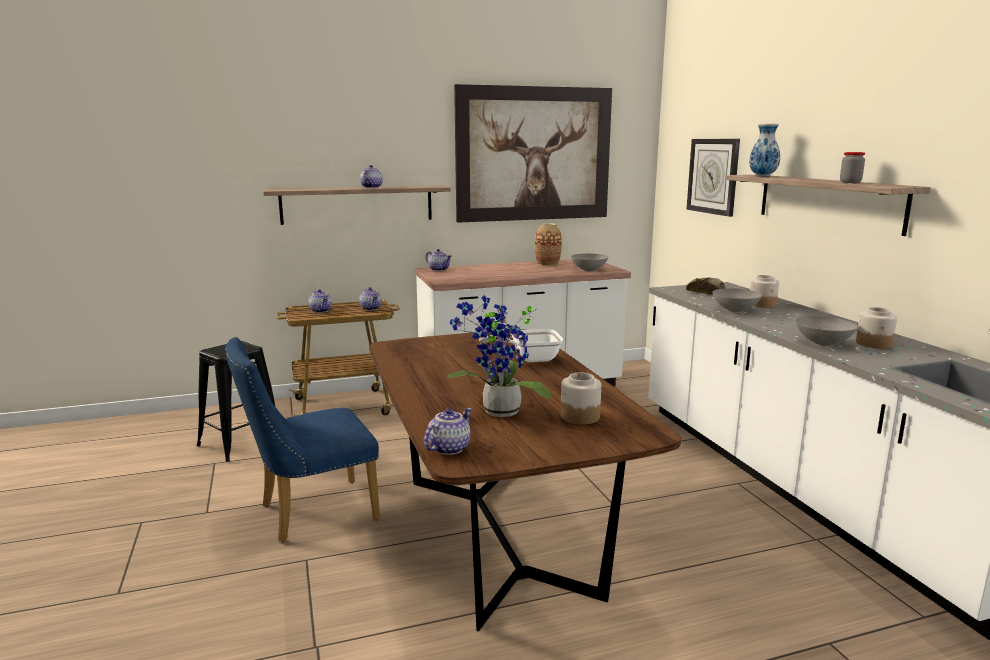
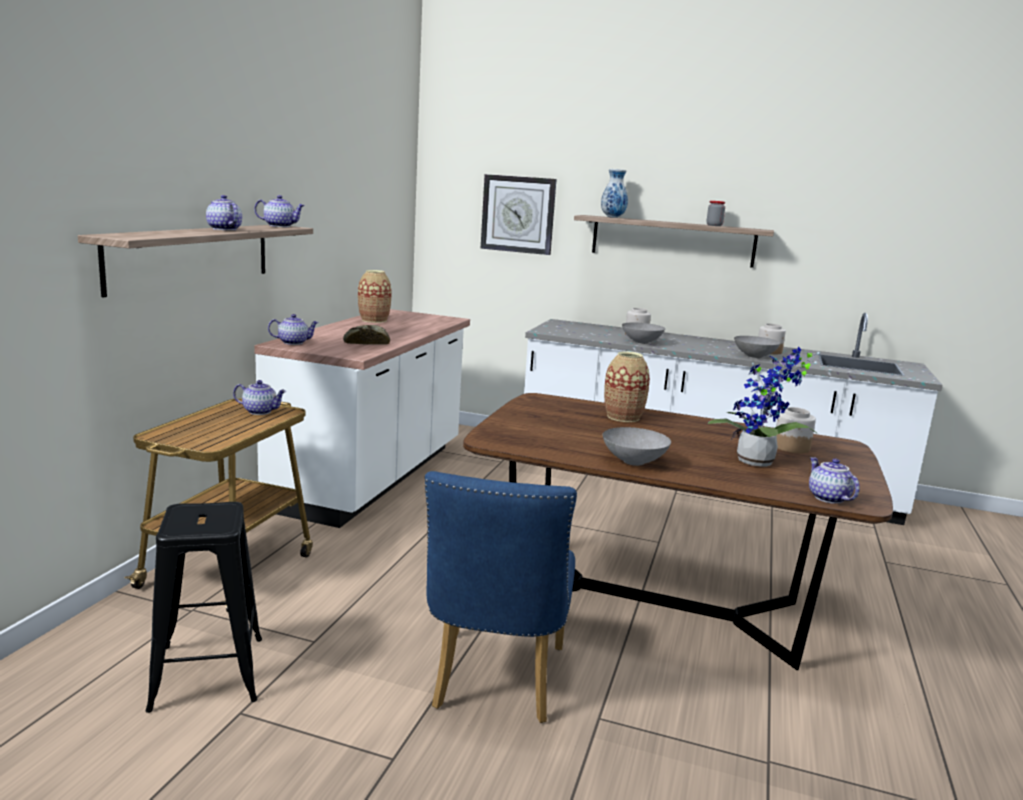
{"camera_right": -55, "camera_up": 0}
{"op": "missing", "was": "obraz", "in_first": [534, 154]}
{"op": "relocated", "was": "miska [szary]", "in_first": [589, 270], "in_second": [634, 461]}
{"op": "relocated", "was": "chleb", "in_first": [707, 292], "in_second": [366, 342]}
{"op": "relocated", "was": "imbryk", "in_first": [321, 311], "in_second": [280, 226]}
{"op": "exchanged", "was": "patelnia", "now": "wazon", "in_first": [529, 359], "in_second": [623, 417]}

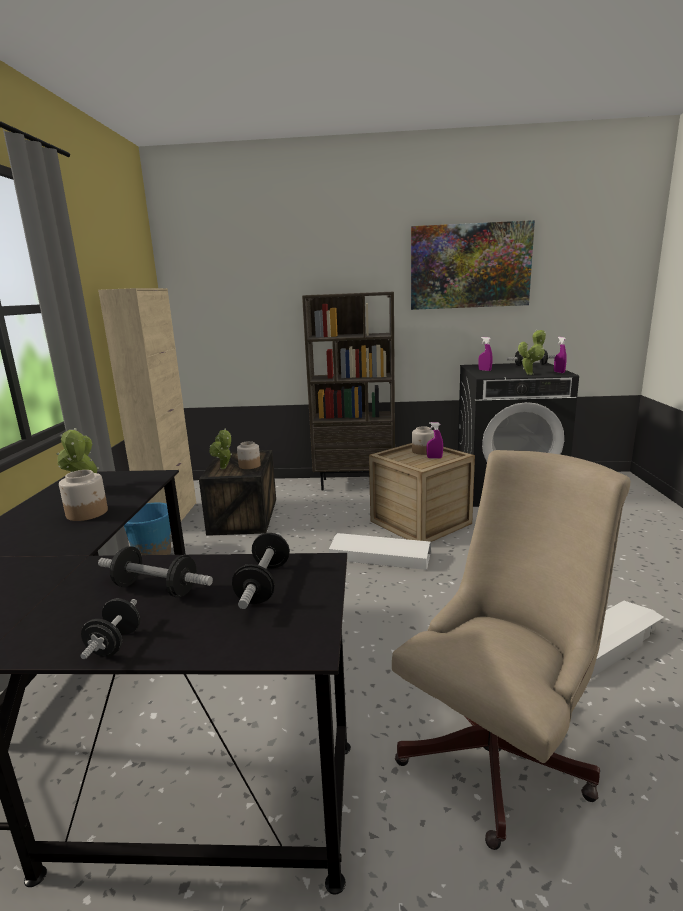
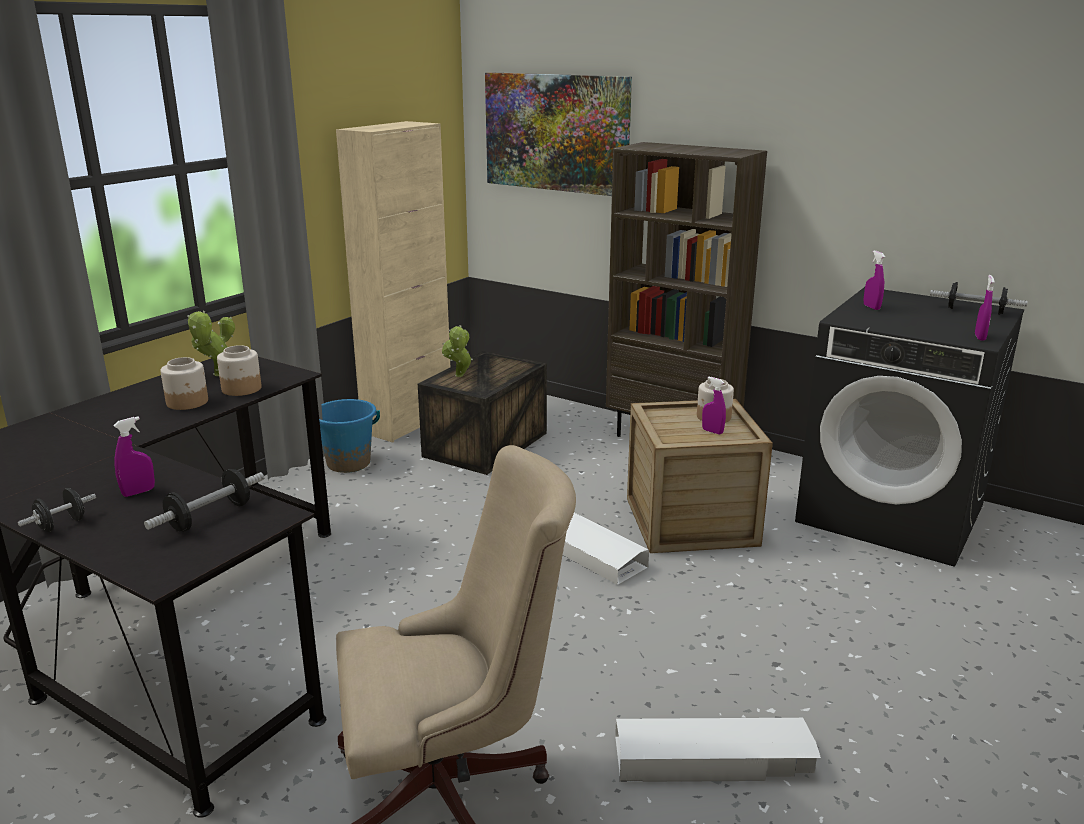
{"camera_right": 30, "camera_up": 5}
{"op": "relocated", "was": "obraz", "in_first": [470, 266], "in_second": [556, 133]}
{"op": "missing", "was": "roślina doniczkowa", "in_first": [530, 373]}
{"op": "relocated", "was": "słoik", "in_first": [249, 466], "in_second": [241, 389]}
{"op": "exchanged", "was": "hantel", "now": "spryskiwacz [fioletowy]", "in_first": [156, 588], "in_second": [138, 492]}

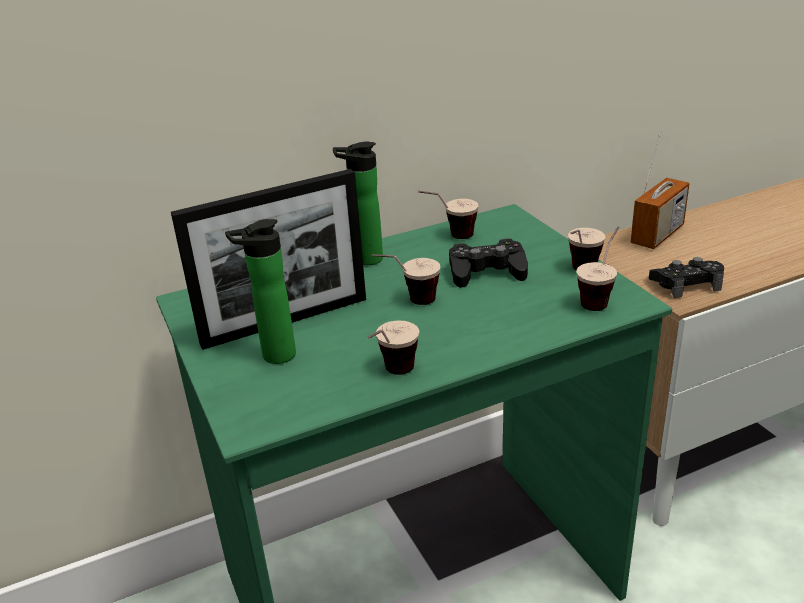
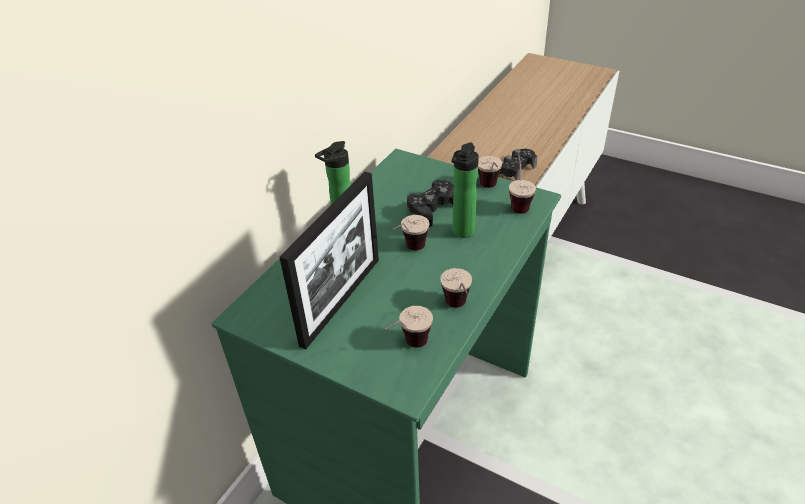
{"camera_right": -35, "camera_up": 10}
{"op": "missing", "was": "radio", "in_first": [657, 235]}
{"op": "relocated", "was": "filiżanka", "in_first": [449, 237], "in_second": [408, 348]}
{"op": "relocated", "was": "butelka", "in_first": [274, 356], "in_second": [462, 233]}

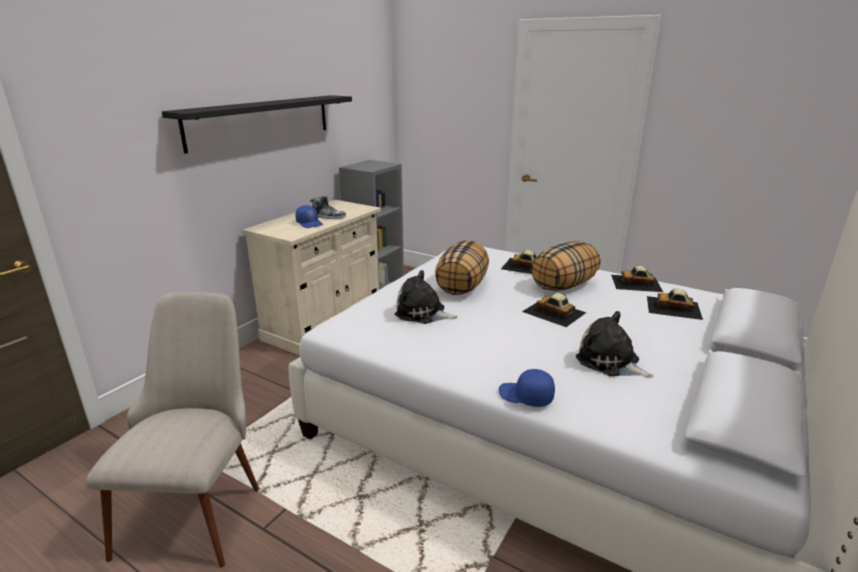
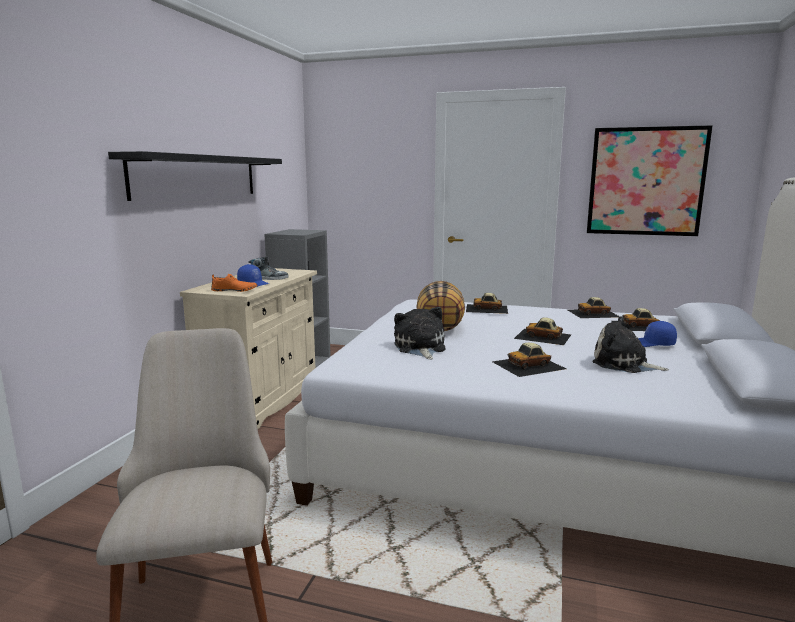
{"camera_right": -15, "camera_up": -10}
{"op": "missing", "was": "poduszka", "in_first": [564, 286]}
{"op": "spun", "was": "pluszak", "in_first": [423, 313], "in_second": [420, 348], "clockwise": 75}
{"op": "relocated", "was": "czapka z daszkiem [niebieski]", "in_first": [525, 396], "in_second": [652, 344]}
{"op": "appeared", "now": "obraz", "in_second": [645, 181]}
{"op": "appeared", "now": "but [pomarańczowy]", "in_second": [234, 290]}
{"op": "appeared", "now": "samochodzik", "in_second": [529, 365]}

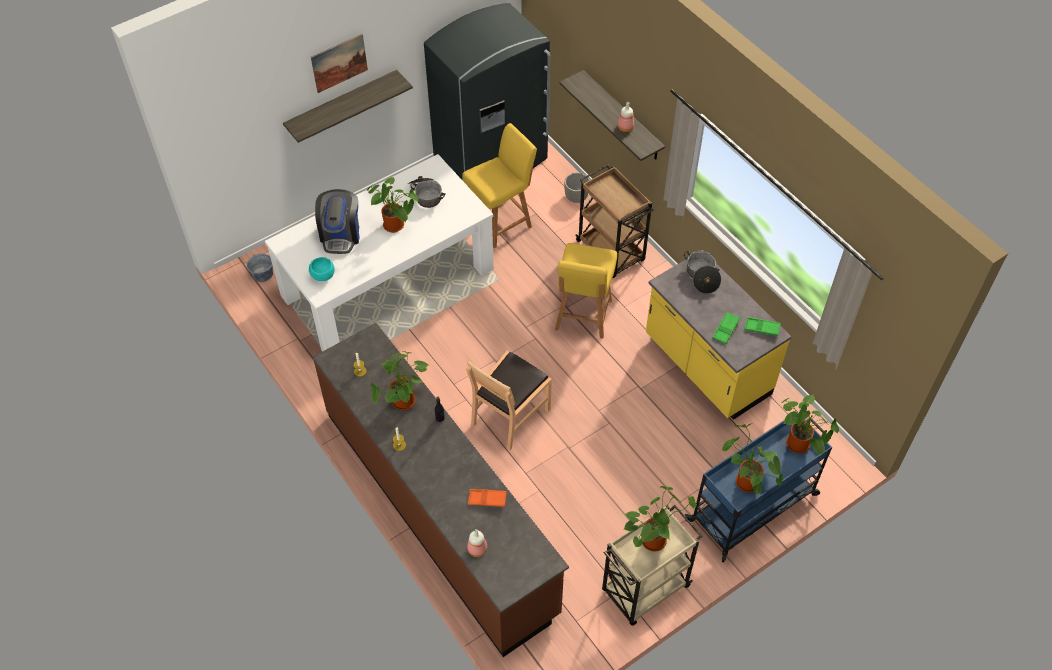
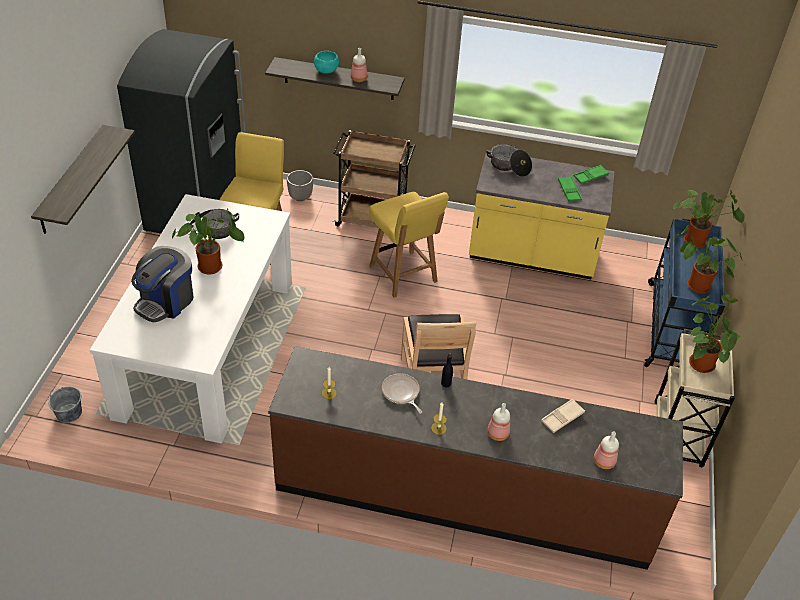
{"camera_right": -45, "camera_up": -10}
{"op": "missing", "was": "obraz", "in_first": [339, 63]}
{"op": "spun", "was": "ekspres do kawy", "in_first": [341, 234], "in_second": [166, 301], "clockwise": 75}
{"op": "relocated", "was": "miska [turkusowy]", "in_first": [323, 276], "in_second": [326, 71]}
{"op": "exchanged", "was": "roślina doniczkowa", "now": "patelnia", "in_first": [404, 404], "in_second": [401, 393]}
{"op": "colour", "was": "taca [pomarańczowy]", "now": "taca [beżowy]", "in_first": [487, 499], "in_second": [562, 418]}
{"op": "appeared", "now": "butelka", "in_second": [497, 434]}

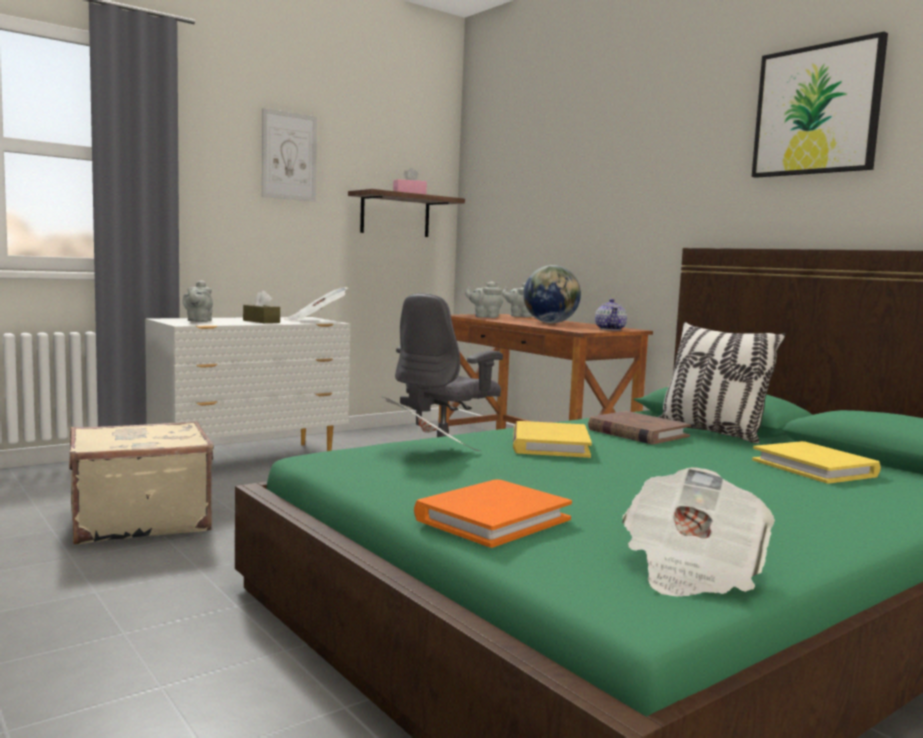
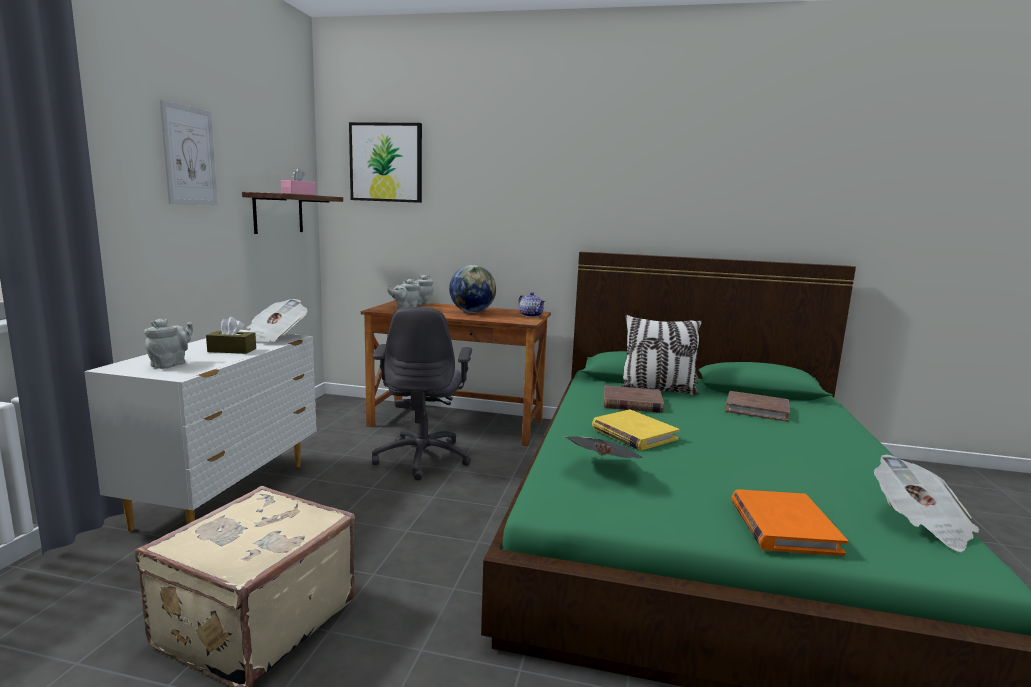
{"camera_right": -40, "camera_up": 5}
{"op": "relocated", "was": "obraz", "in_first": [817, 110], "in_second": [386, 162]}
{"op": "spun", "was": "imbryk [szary]", "in_first": [198, 321], "in_second": [171, 364], "clockwise": -120}
{"op": "colour", "was": "książka [żółty]", "now": "książka [brązowy]", "in_first": [814, 468], "in_second": [756, 409]}

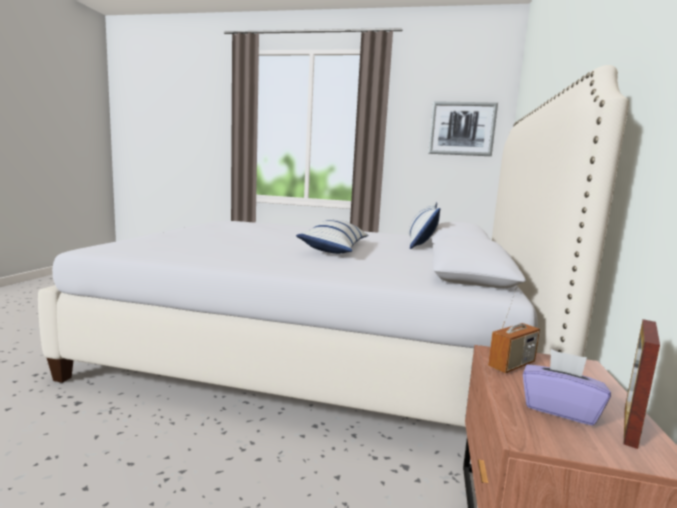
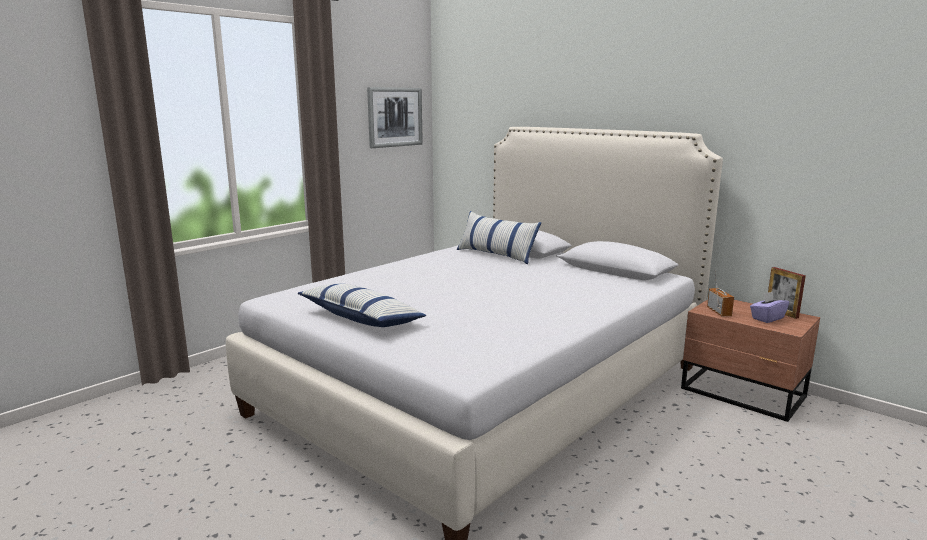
{"camera_right": -60, "camera_up": 5}
{"op": "relocated", "was": "poduszka", "in_first": [335, 248], "in_second": [361, 318]}

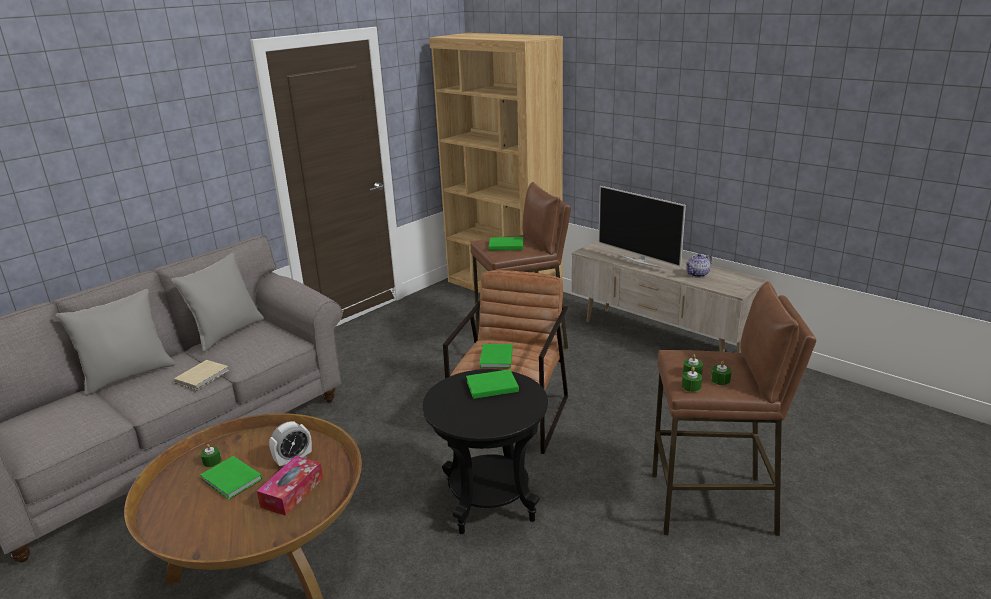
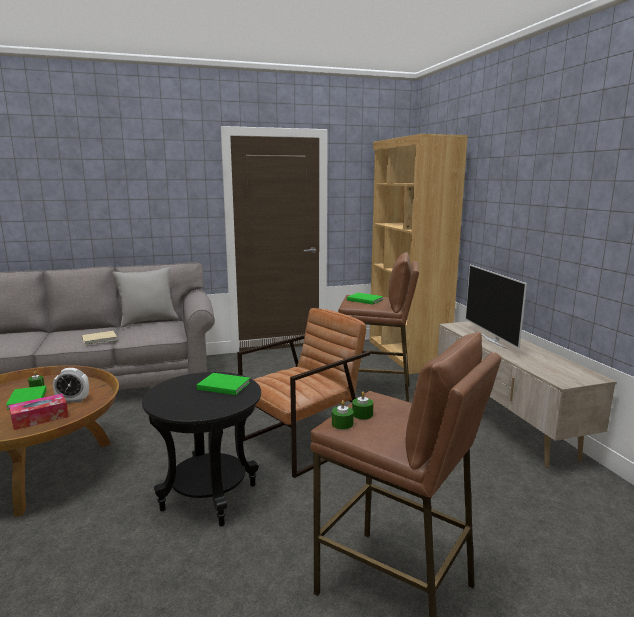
{"camera_right": 30, "camera_up": -10}
{"op": "missing", "was": "imbryk", "in_first": [698, 274]}
{"op": "missing", "was": "poduszka [szary]", "in_first": [128, 376]}
{"op": "missing", "was": "książka [zielony]", "in_first": [495, 358]}
{"op": "missing", "was": "świeca [zielony]", "in_first": [720, 380]}

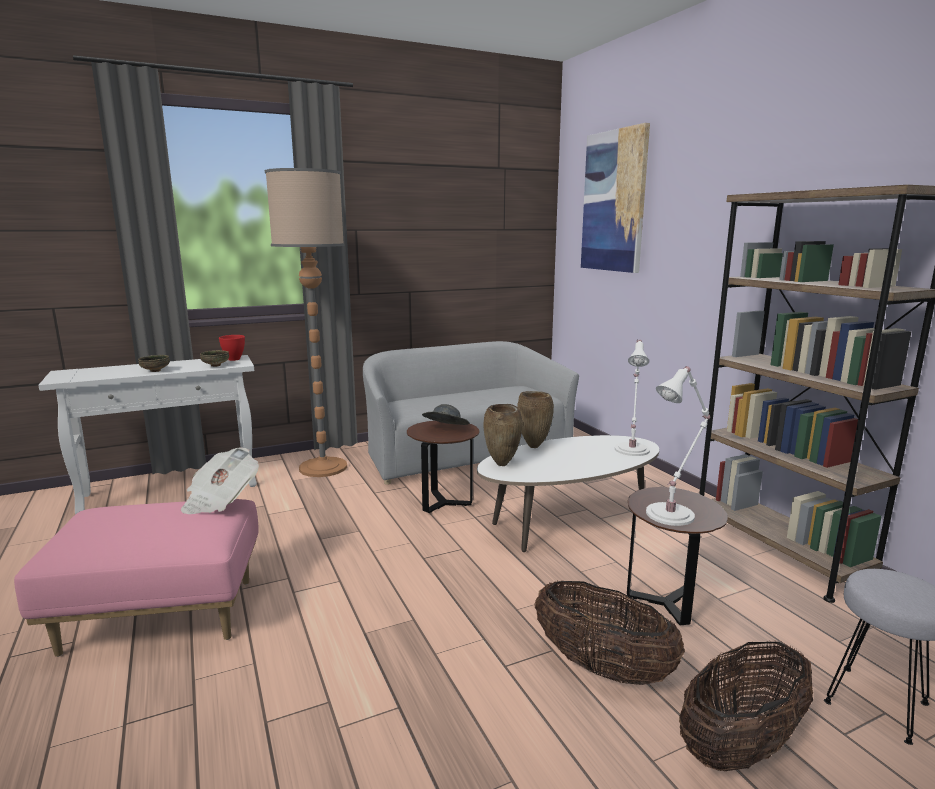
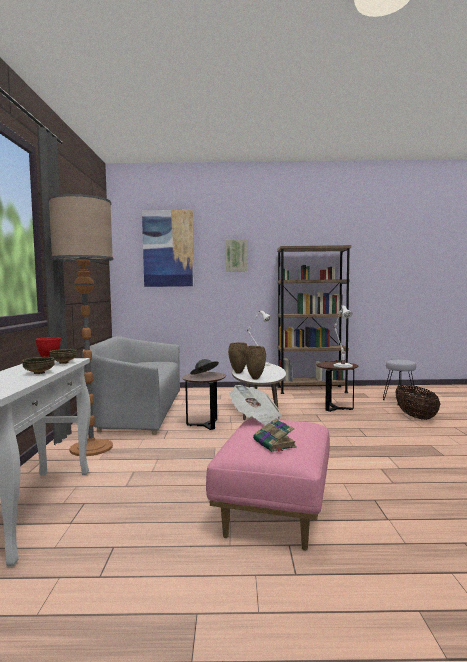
{"camera_right": -65, "camera_up": -10}
{"op": "missing", "was": "koszyk", "in_first": [602, 667]}
{"op": "appeared", "now": "obraz", "in_second": [236, 255]}
{"op": "appeared", "now": "książka", "in_second": [275, 444]}

